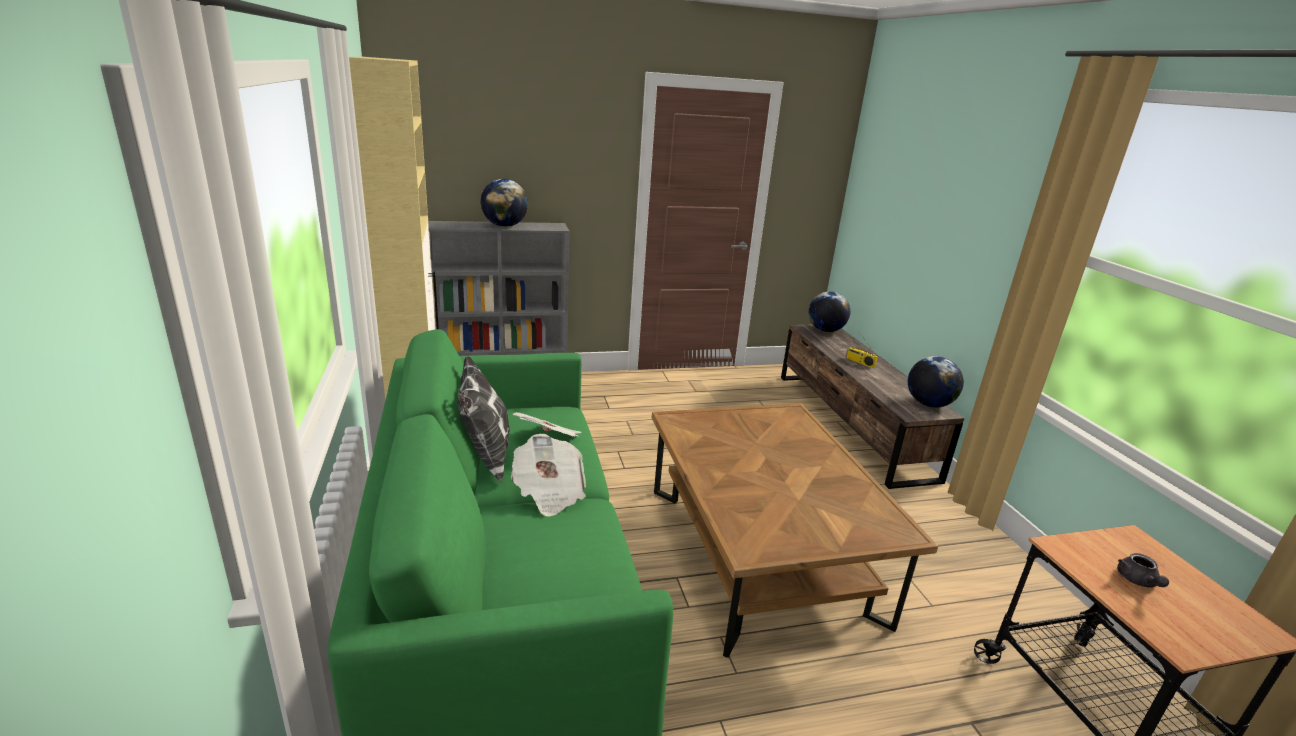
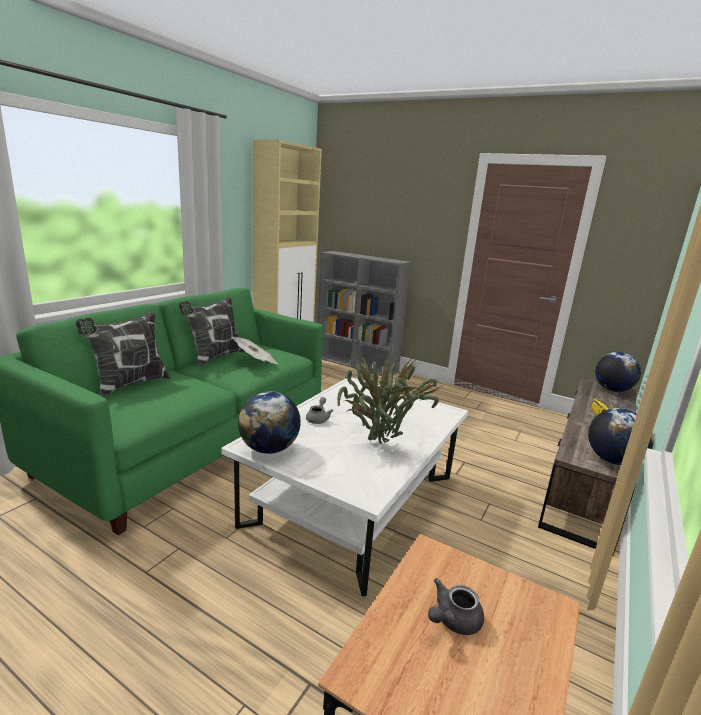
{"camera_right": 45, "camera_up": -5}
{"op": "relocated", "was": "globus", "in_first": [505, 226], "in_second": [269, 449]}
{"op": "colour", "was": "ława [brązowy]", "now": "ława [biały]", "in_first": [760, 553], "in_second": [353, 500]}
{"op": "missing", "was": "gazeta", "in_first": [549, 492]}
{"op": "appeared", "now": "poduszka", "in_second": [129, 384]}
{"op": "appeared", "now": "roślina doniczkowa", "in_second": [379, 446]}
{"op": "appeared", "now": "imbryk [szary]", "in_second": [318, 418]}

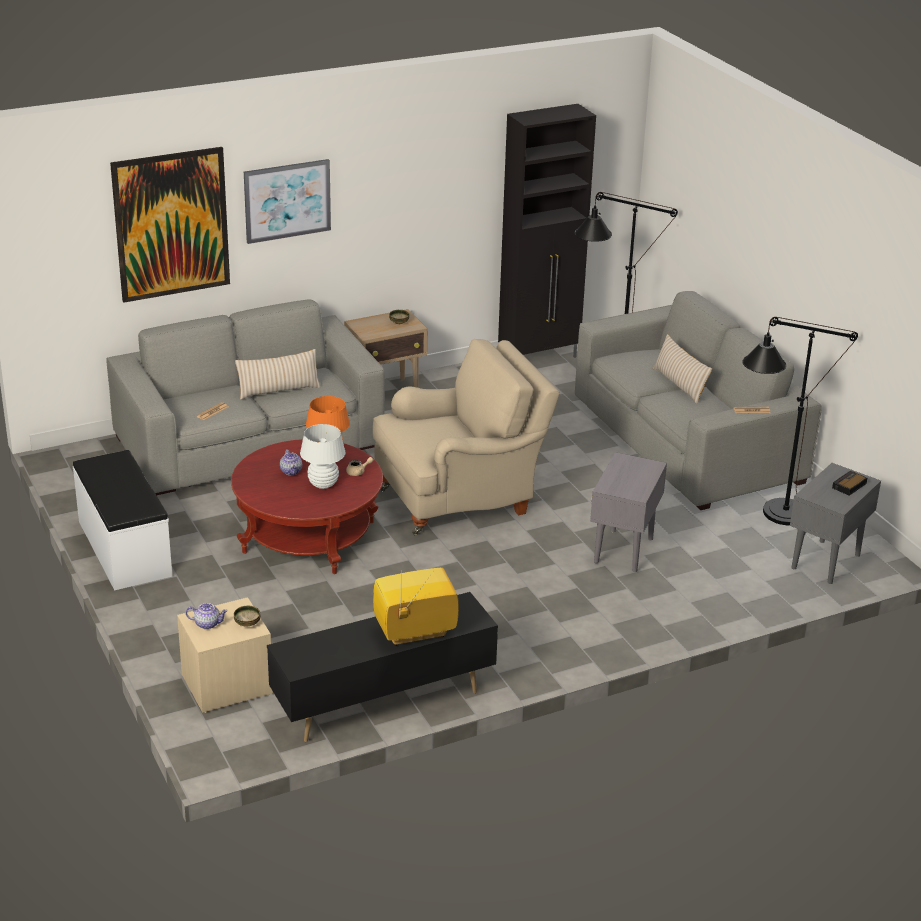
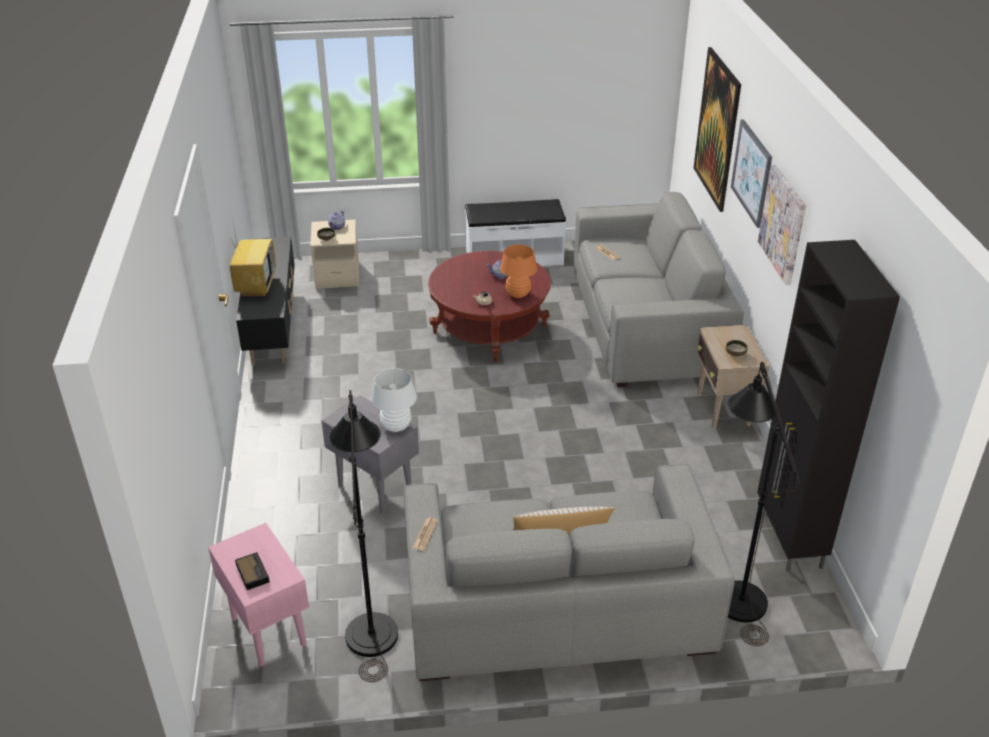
{"camera_right": 110, "camera_up": 5}
{"op": "missing", "was": "fotel [beżowy]", "in_first": [460, 499]}
{"op": "missing", "was": "poduszka [beżowy]", "in_first": [278, 390]}
{"op": "relocated", "was": "lampa stołowa [biały]", "in_first": [323, 484], "in_second": [396, 426]}
{"op": "colour", "was": "stolik [szary]", "now": "stolik [różowy]", "in_first": [825, 562], "in_second": [268, 630]}
{"op": "appeared", "now": "obraz", "in_second": [783, 224]}

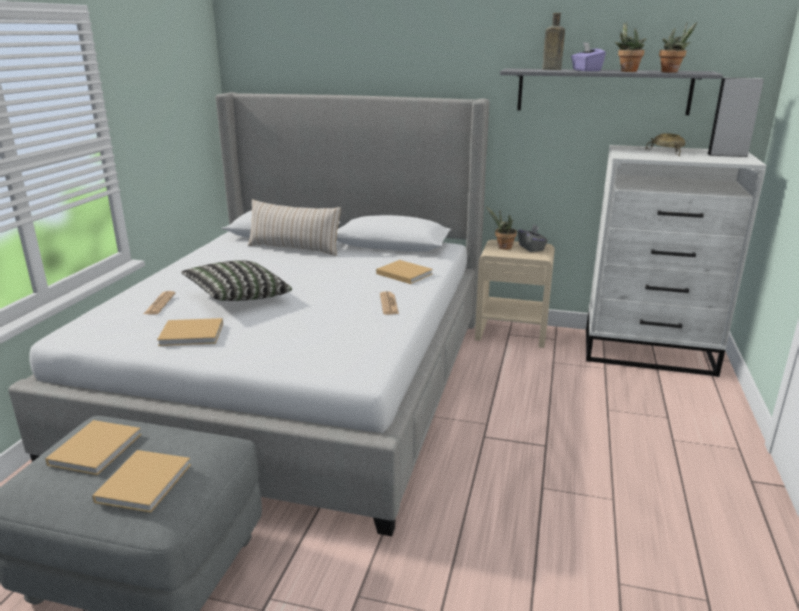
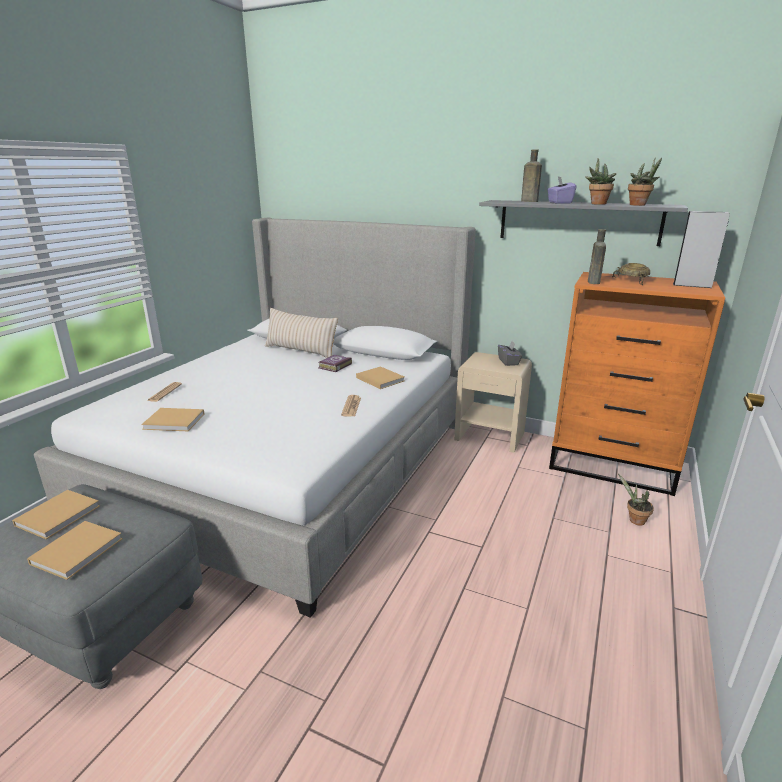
{"camera_right": 10, "camera_up": 0}
{"op": "colour", "was": "komoda [biały]", "now": "komoda [pomarańczowy]", "in_first": [649, 352], "in_second": [612, 465]}
{"op": "relocated", "was": "roślina doniczkowa", "in_first": [502, 247], "in_second": [634, 520]}
{"op": "missing", "was": "poduszka", "in_first": [237, 297]}
{"op": "appeared", "now": "butelka [brązowy]", "in_second": [594, 282]}
{"op": "appeared", "now": "książka", "in_second": [334, 366]}

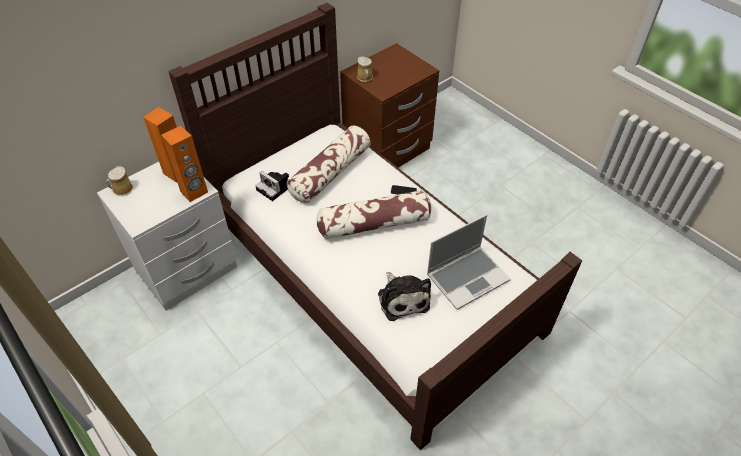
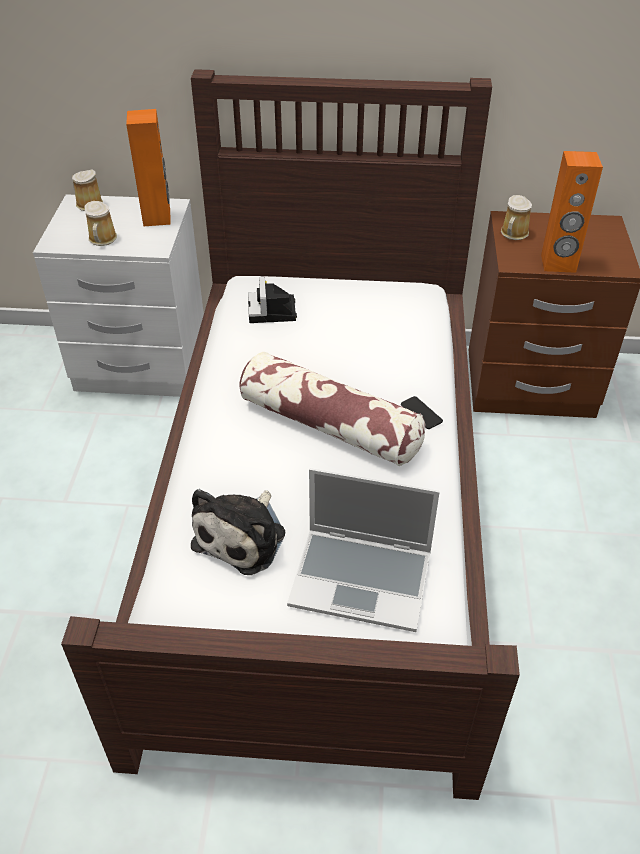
{"camera_right": 45, "camera_up": -5}
{"op": "missing", "was": "poduszka", "in_first": [330, 173]}
{"op": "relocated", "was": "głośnik [pomarańczowy]", "in_first": [194, 192], "in_second": [558, 264]}
{"op": "appeared", "now": "kubek", "in_second": [102, 240]}

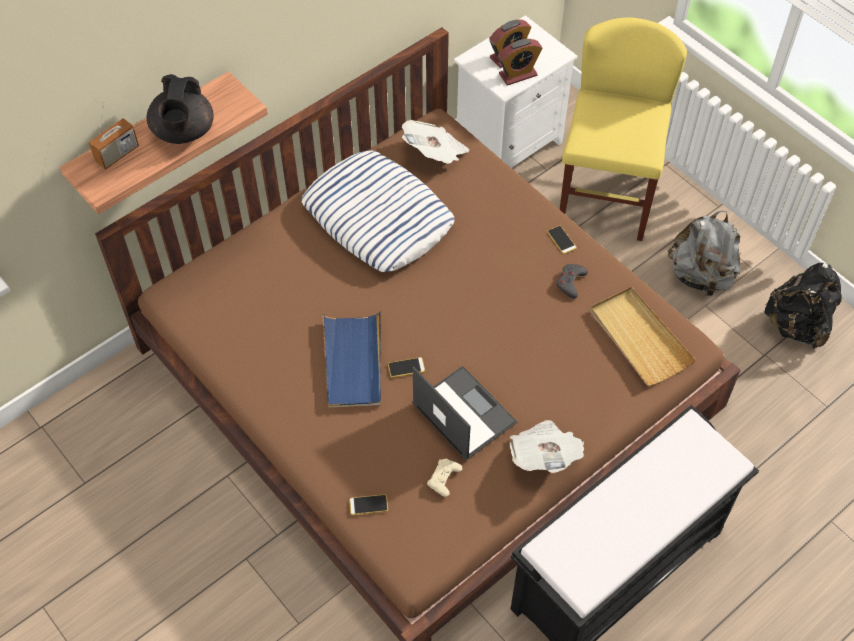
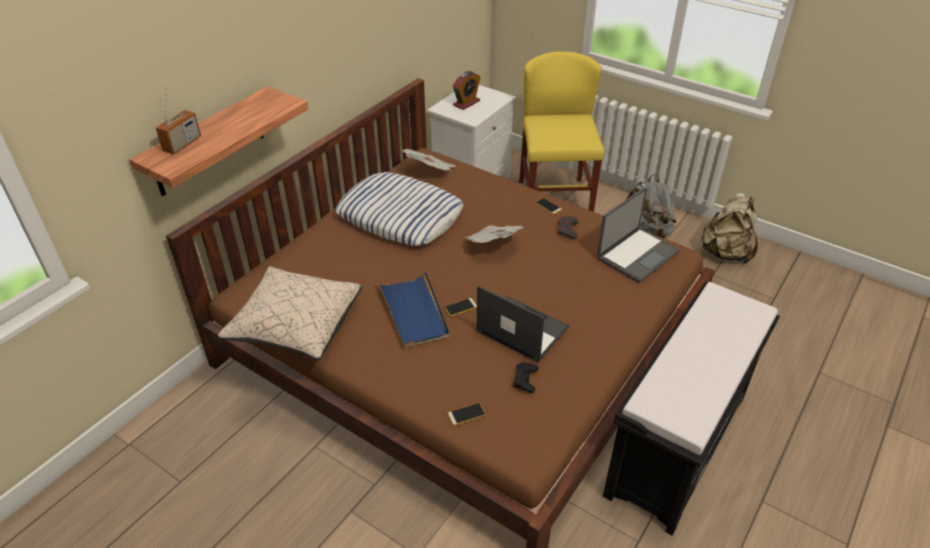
{"camera_right": -15, "camera_up": -15}
{"op": "missing", "was": "budzik", "in_first": [518, 75]}
{"op": "missing", "was": "imbryk [czarny]", "in_first": [183, 132]}
{"op": "colour", "was": "plecak [czarny]", "now": "plecak [beżowy]", "in_first": [797, 325], "in_second": [725, 253]}
{"op": "exchanged", "was": "taca [beżowy]", "now": "laptop", "in_first": [638, 338], "in_second": [636, 255]}
{"op": "relocated", "was": "gazeta", "in_first": [544, 455], "in_second": [493, 245]}
{"op": "colour", "was": "pad do gier [beżowy]", "now": "pad do gier [czarny]", "in_first": [444, 478], "in_second": [525, 379]}
{"op": "appeared", "now": "poduszka [beżowy]", "in_second": [296, 326]}

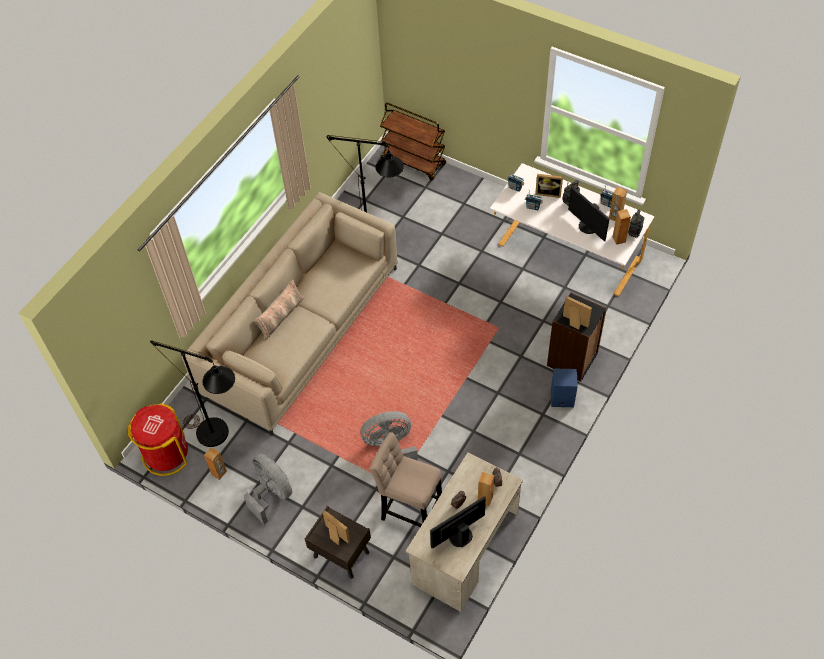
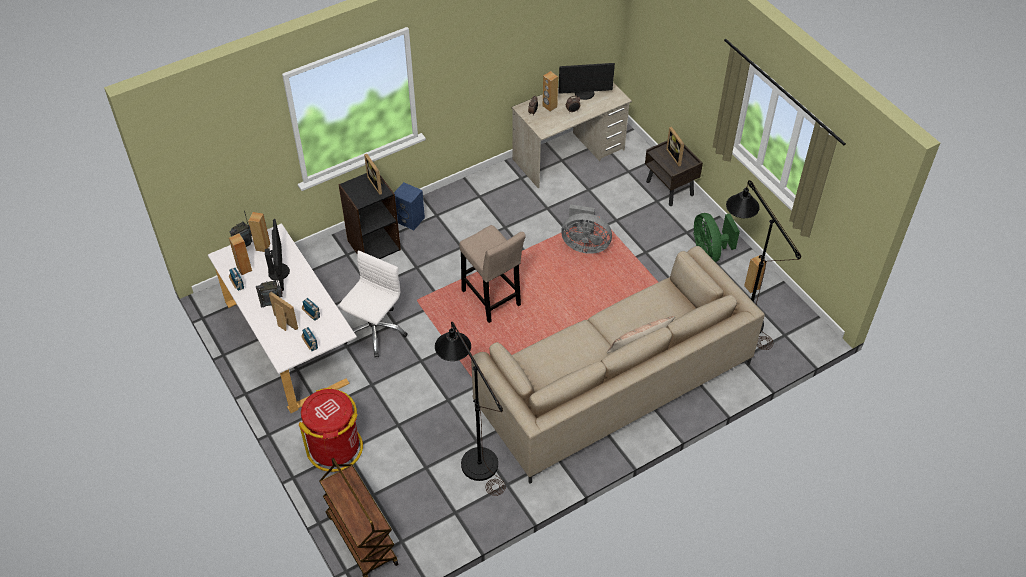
{"camera_right": -155, "camera_up": -5}
{"op": "relocated", "was": "kosz na śmieci [czerwony]", "in_first": [166, 454], "in_second": [335, 448]}
{"op": "relocated", "was": "stołek [beżowy]", "in_first": [409, 511], "in_second": [492, 300]}
{"op": "colour", "was": "wentylator [szary]", "now": "wentylator [zielony]", "in_first": [271, 494], "in_second": [709, 252]}
{"op": "appeared", "now": "krzesło biurowe [biały]", "in_second": [374, 331]}

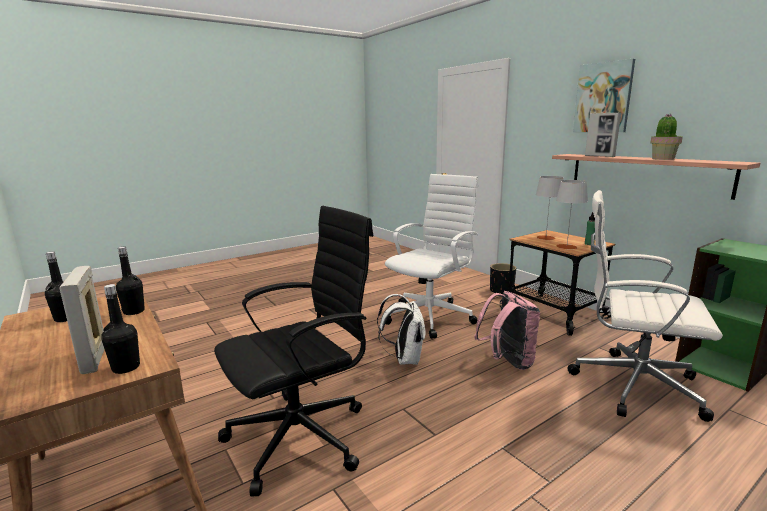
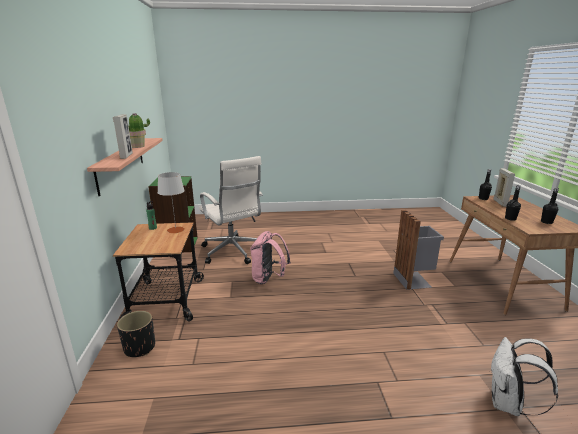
{"camera_right": -150, "camera_up": 5}
{"op": "missing", "was": "obraz", "in_first": [603, 98]}
{"op": "missing", "was": "krzesło biurowe [biały]", "in_first": [431, 316]}
{"op": "missing", "was": "lampa stołowa [szary]", "in_first": [545, 238]}
{"op": "exchanged", "was": "krzesło biurowe [czarny]", "now": "kosz na śmieci [szary]", "in_first": [302, 436], "in_second": [413, 280]}
{"op": "relocated", "was": "plecak [biały]", "in_first": [404, 359], "in_second": [508, 404]}

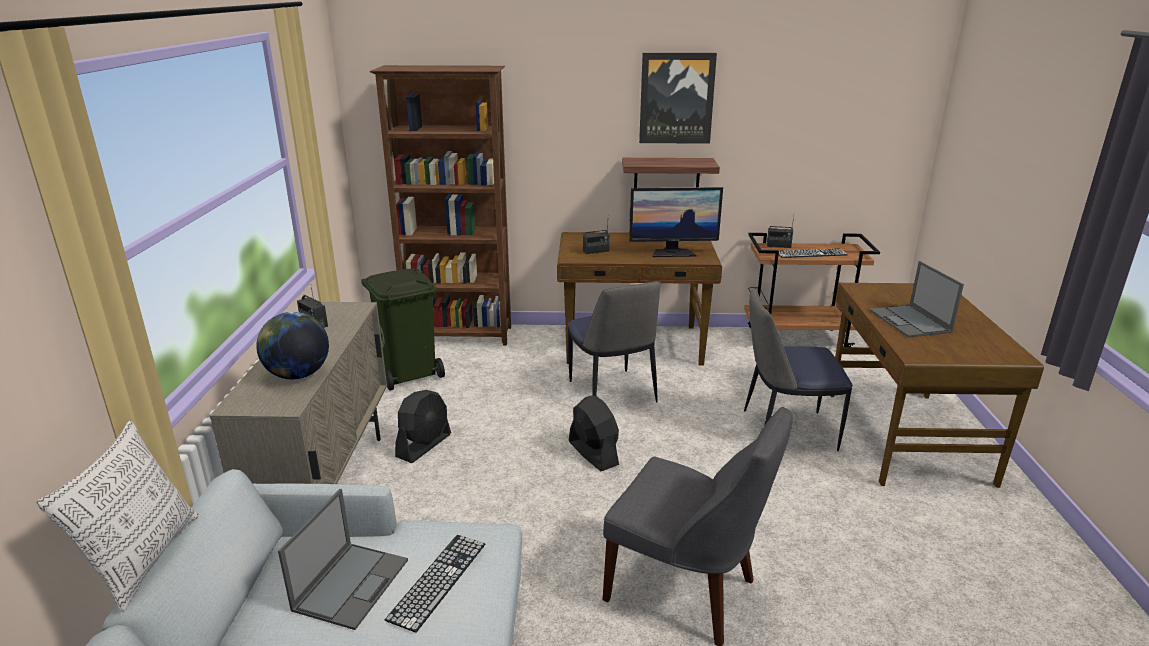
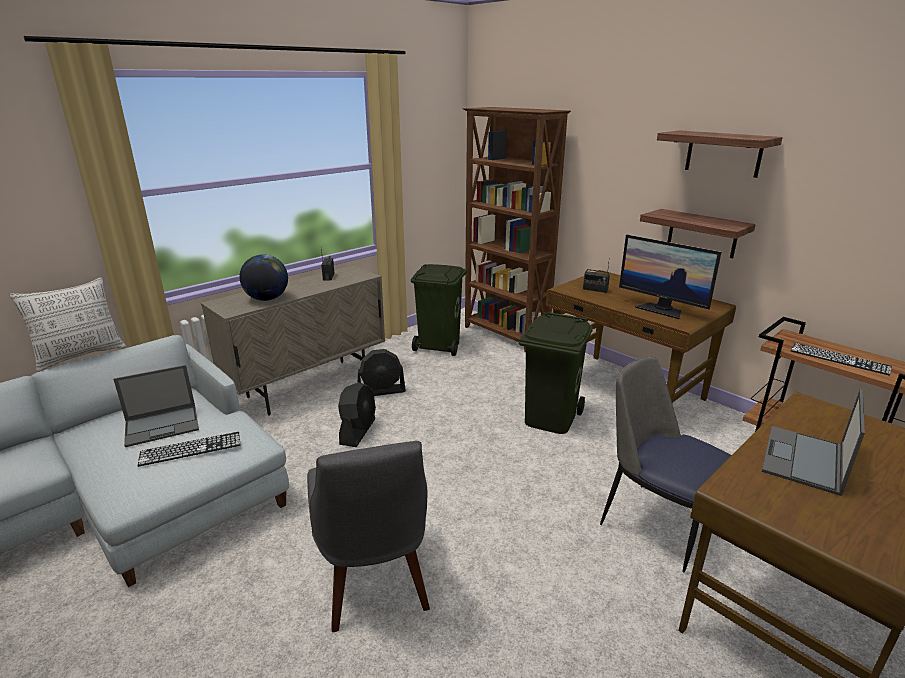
{"camera_right": 45, "camera_up": 0}
{"op": "exchanged", "was": "obraz", "now": "półka", "in_first": [676, 98], "in_second": [723, 153]}
{"op": "missing", "was": "radio", "in_first": [778, 246]}
{"op": "exchanged", "was": "krzesło", "now": "kosz na śmieci [zielony]", "in_first": [612, 393], "in_second": [549, 418]}
{"op": "relocated", "was": "wentylator [czarny]", "in_first": [593, 453], "in_second": [358, 431]}

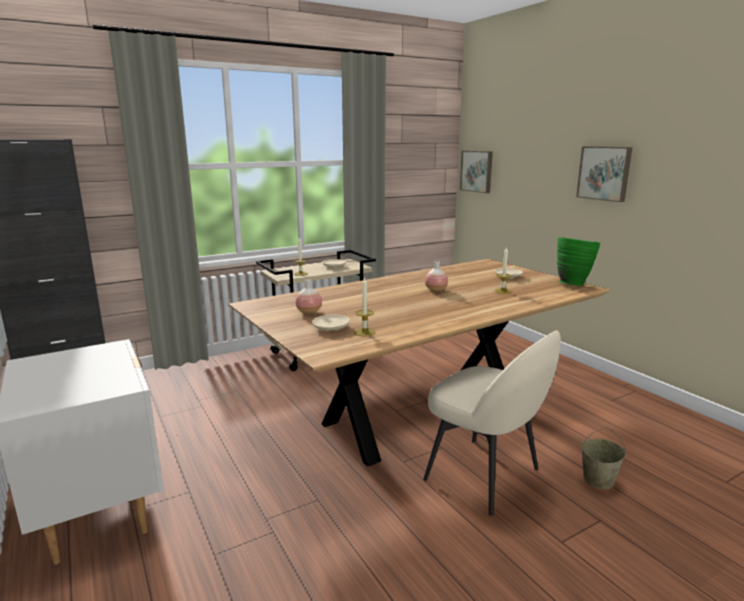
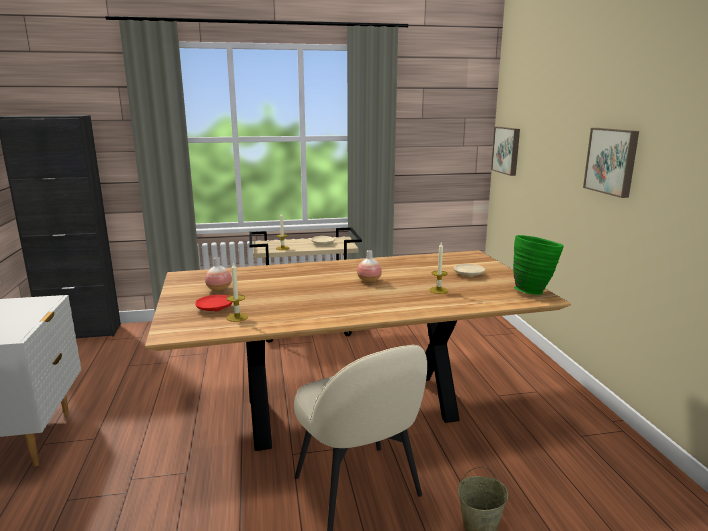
{"camera_right": 20, "camera_up": 0}
{"op": "colour", "was": "talerz [beżowy]", "now": "talerz [czerwony]", "in_first": [330, 328], "in_second": [214, 308]}

